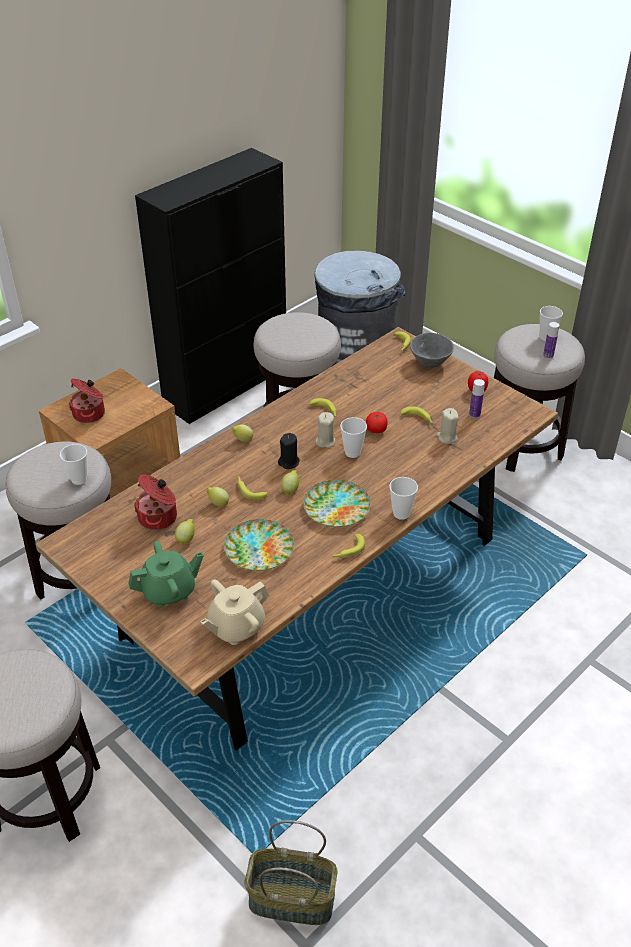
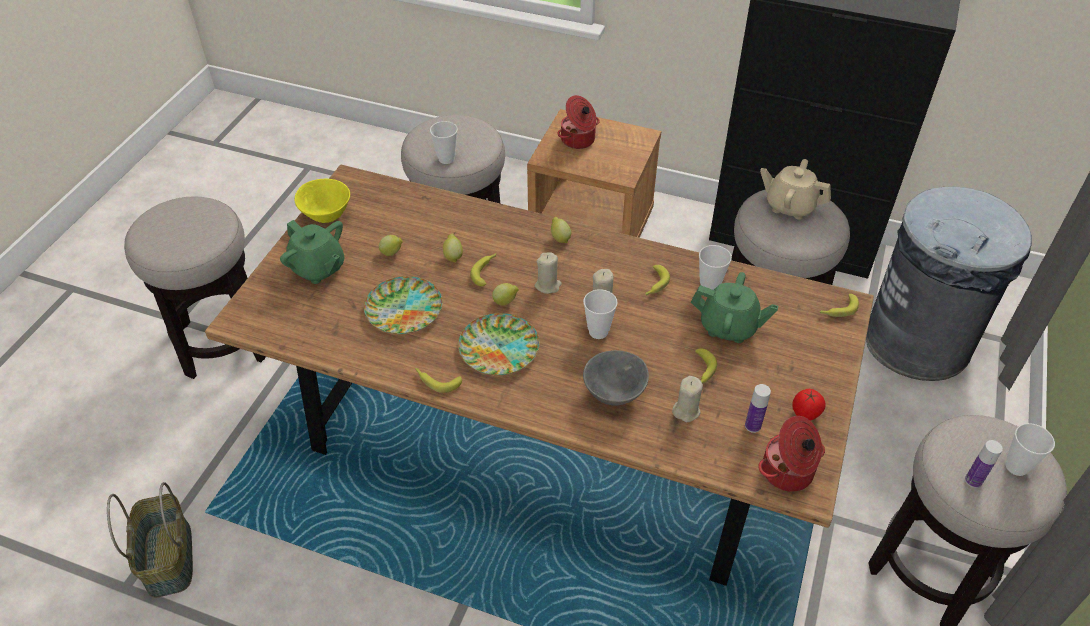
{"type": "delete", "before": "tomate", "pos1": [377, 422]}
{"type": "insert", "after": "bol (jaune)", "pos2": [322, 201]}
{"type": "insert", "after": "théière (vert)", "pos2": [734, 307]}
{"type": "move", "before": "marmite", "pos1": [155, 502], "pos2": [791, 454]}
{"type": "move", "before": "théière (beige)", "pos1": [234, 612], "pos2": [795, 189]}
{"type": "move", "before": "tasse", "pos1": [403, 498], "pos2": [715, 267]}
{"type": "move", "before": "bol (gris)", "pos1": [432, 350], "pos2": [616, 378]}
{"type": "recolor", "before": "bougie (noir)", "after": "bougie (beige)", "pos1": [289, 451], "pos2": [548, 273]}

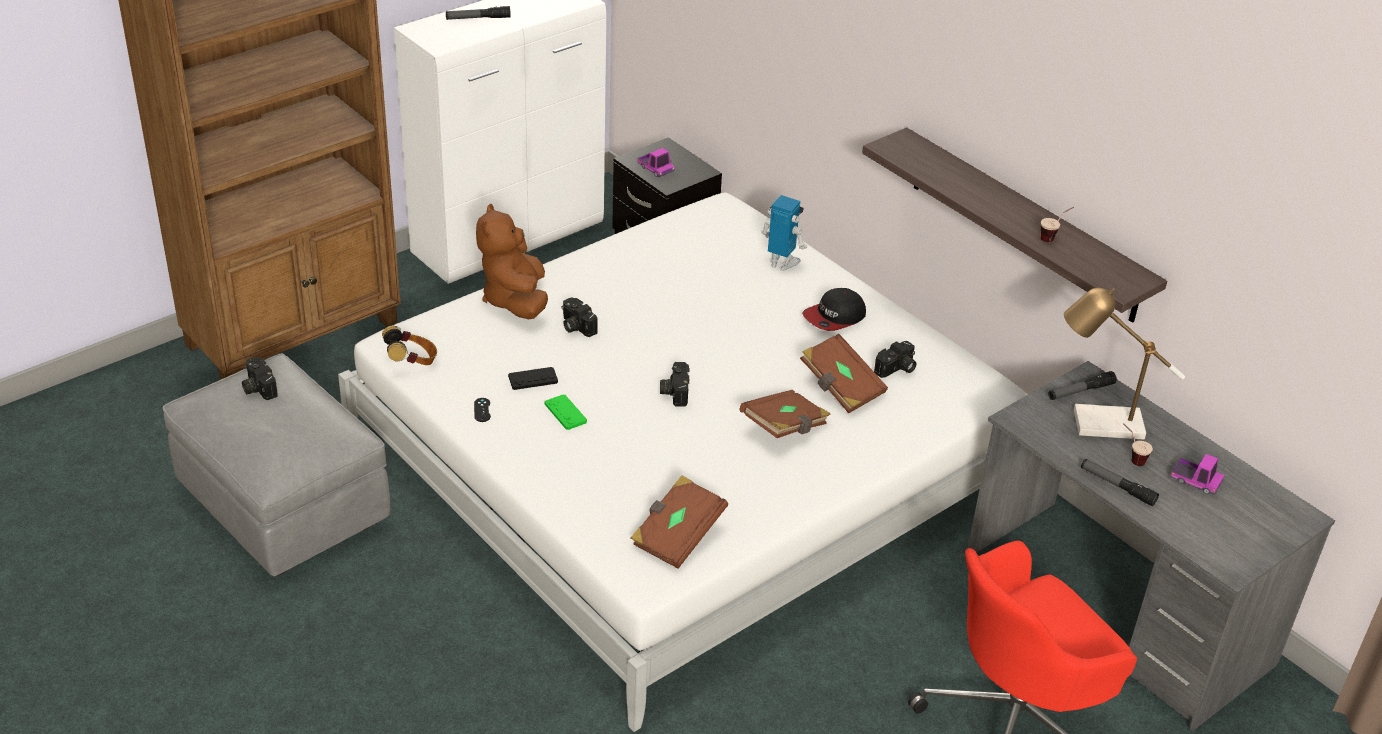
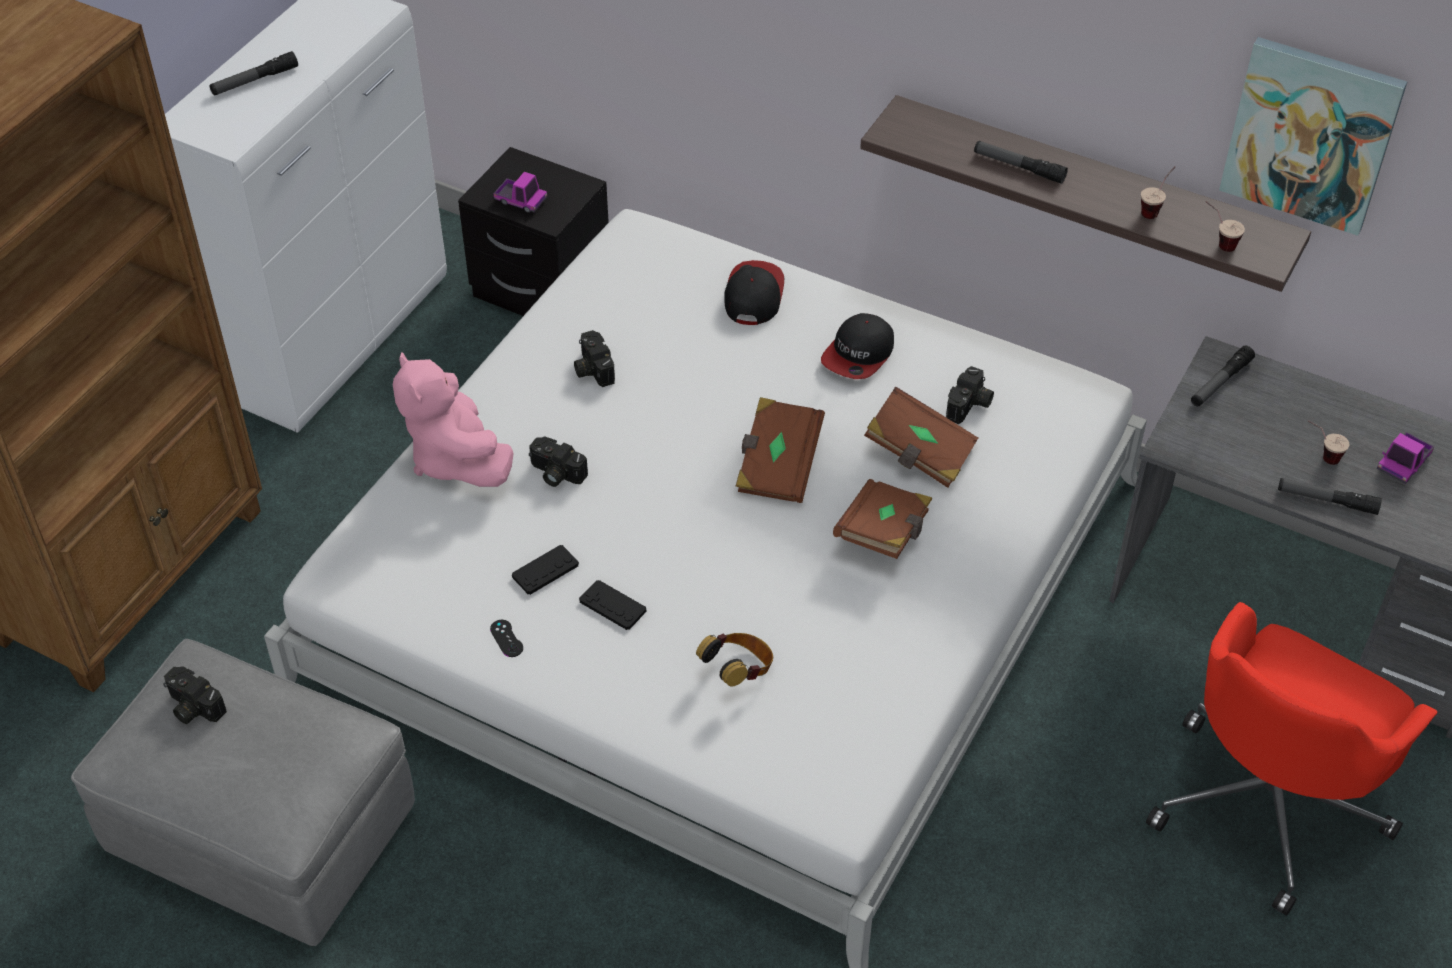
{"type": "delete", "before": "lampe de table", "pos1": [1124, 364]}
{"type": "insert", "after": "lampe de poche", "pos2": [1021, 162]}
{"type": "insert", "after": "tasse", "pos2": [1225, 226]}
{"type": "insert", "after": "tableau", "pos2": [1313, 136]}
{"type": "move", "before": "casque audio", "pos1": [409, 345], "pos2": [734, 659]}
{"type": "move", "before": "livre (marron)", "pos1": [679, 522], "pos2": [780, 450]}
{"type": "move", "before": "appareil photo", "pos1": [675, 384], "pos2": [594, 358]}
{"type": "replace", "before": "robot jouet", "after": "casquette", "pos1": [784, 233], "pos2": [754, 292]}
{"type": "recolor", "before": "peluche (marron)", "after": "peluche (rose)", "pos1": [512, 261], "pos2": [453, 419]}
{"type": "recolor", "before": "manette (vert)", "after": "manette (noir)", "pos1": [566, 412], "pos2": [612, 605]}
{"type": "rotate", "before": "camion jouet", "pos1": [1197, 474], "pos2": [1405, 458], "turn": 120}

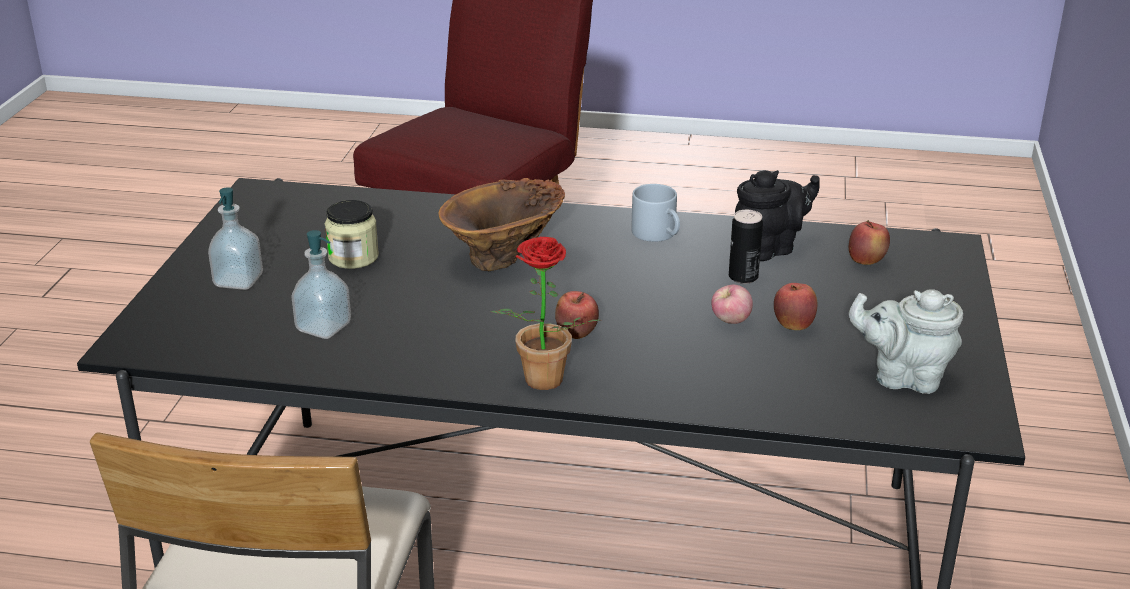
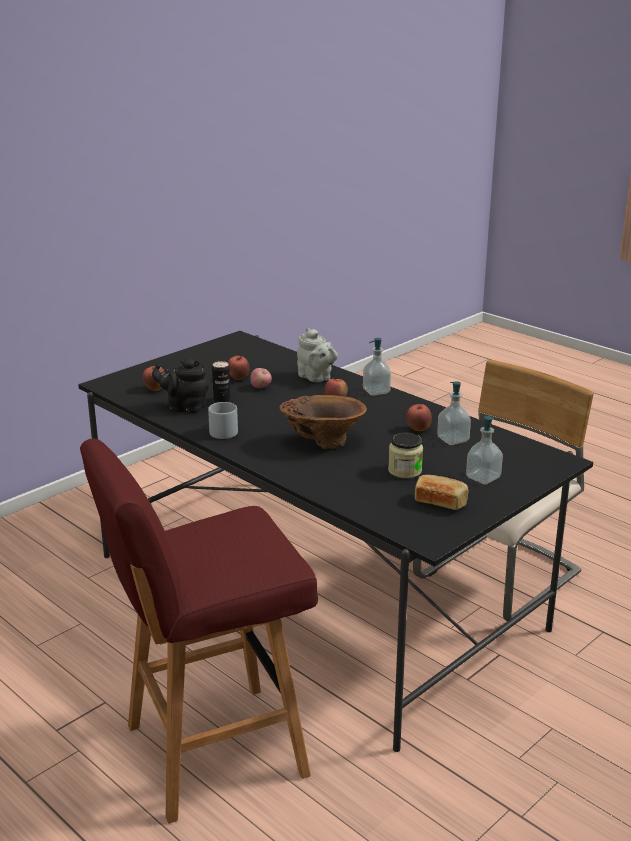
{"type": "insert", "after": "pomme", "pos2": [419, 417]}
{"type": "insert", "after": "pain", "pos2": [441, 492]}
{"type": "move", "before": "théière (gris)", "pos1": [906, 341], "pos2": [317, 355]}
{"type": "replace", "before": "plante en pot", "after": "distributeur de savon", "pos1": [545, 313], "pos2": [377, 367]}

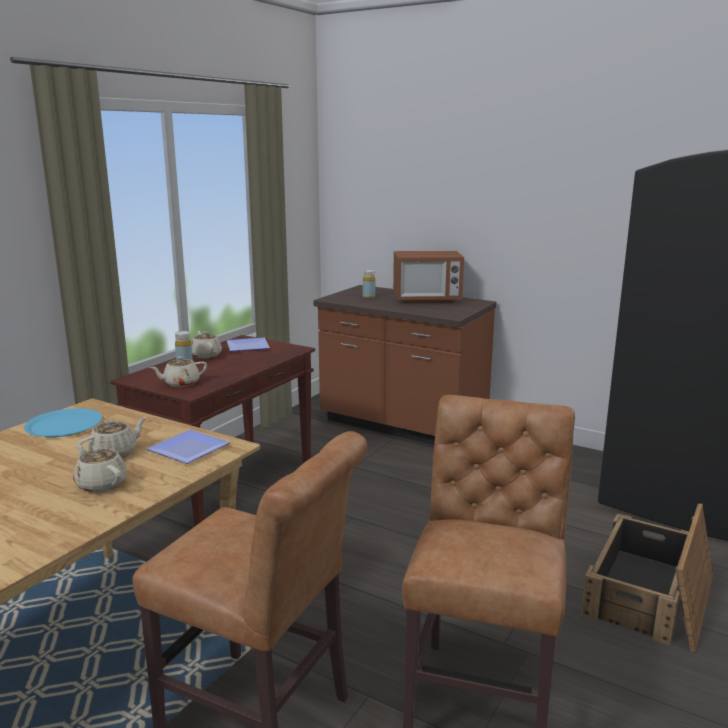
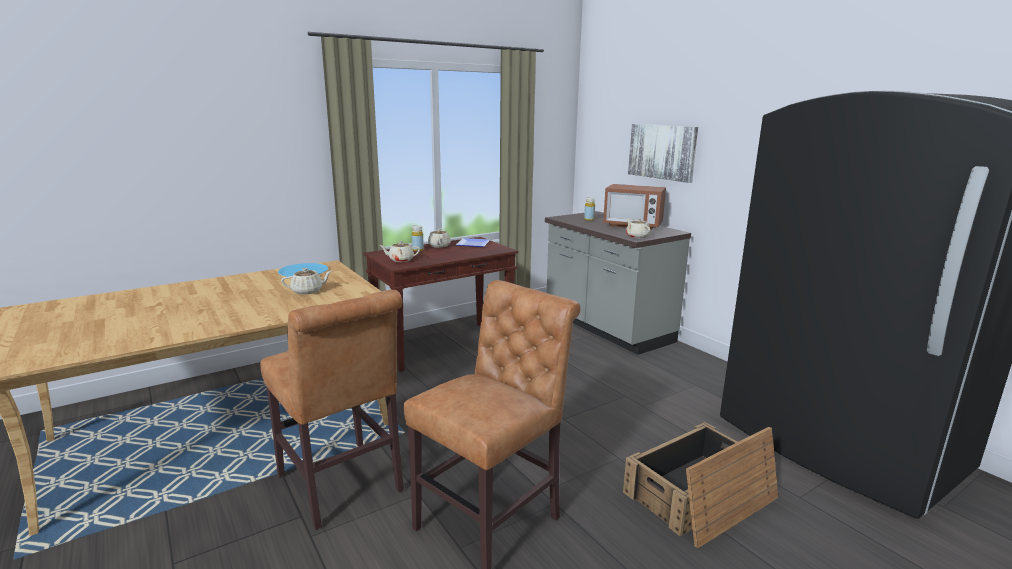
{"type": "delete", "before": "assiette", "pos1": [188, 447]}
{"type": "insert", "after": "tableau", "pos2": [663, 153]}
{"type": "move", "before": "théière (beige)", "pos1": [100, 468], "pos2": [638, 228]}
{"type": "recolor", "before": "comptoir de cuisine (marron)", "after": "comptoir de cuisine (gris)", "pos1": [405, 365], "pos2": [618, 283]}

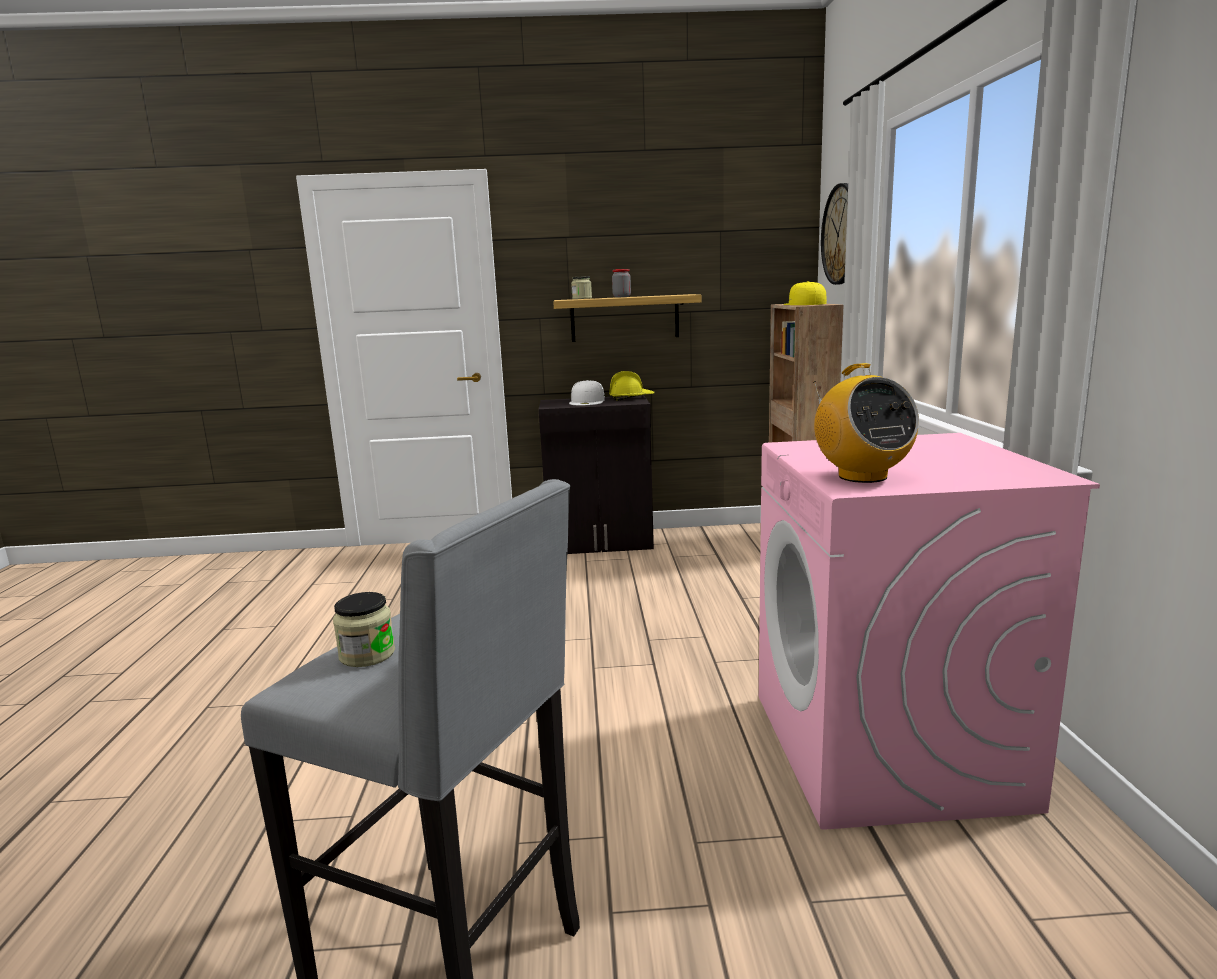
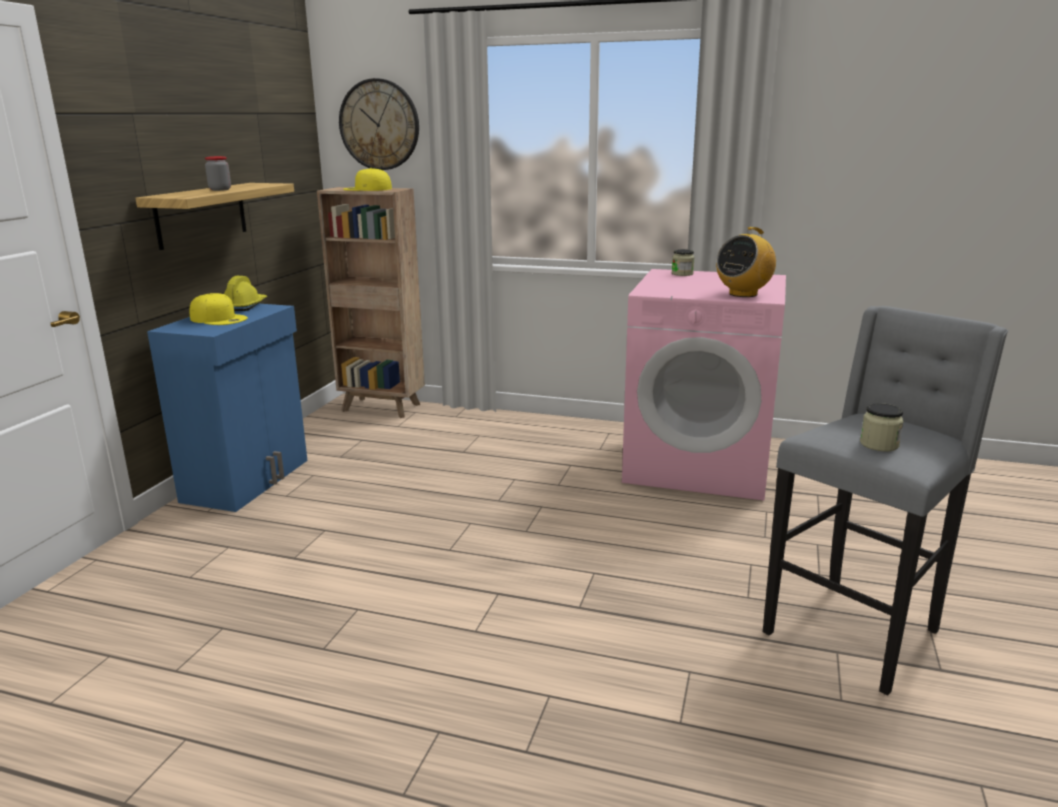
{"type": "move", "before": "bocal", "pos1": [581, 287], "pos2": [683, 262]}
{"type": "recolor", "before": "meuble de rangement (noir)", "after": "meuble de rangement (bleu)", "pos1": [596, 474], "pos2": [227, 407]}
{"type": "recolor", "before": "casquette (blanc)", "after": "casquette (jaune)", "pos1": [587, 392], "pos2": [219, 309]}
{"type": "rotate", "before": "radio", "pos1": [866, 423], "pos2": [746, 262], "turn": 135}

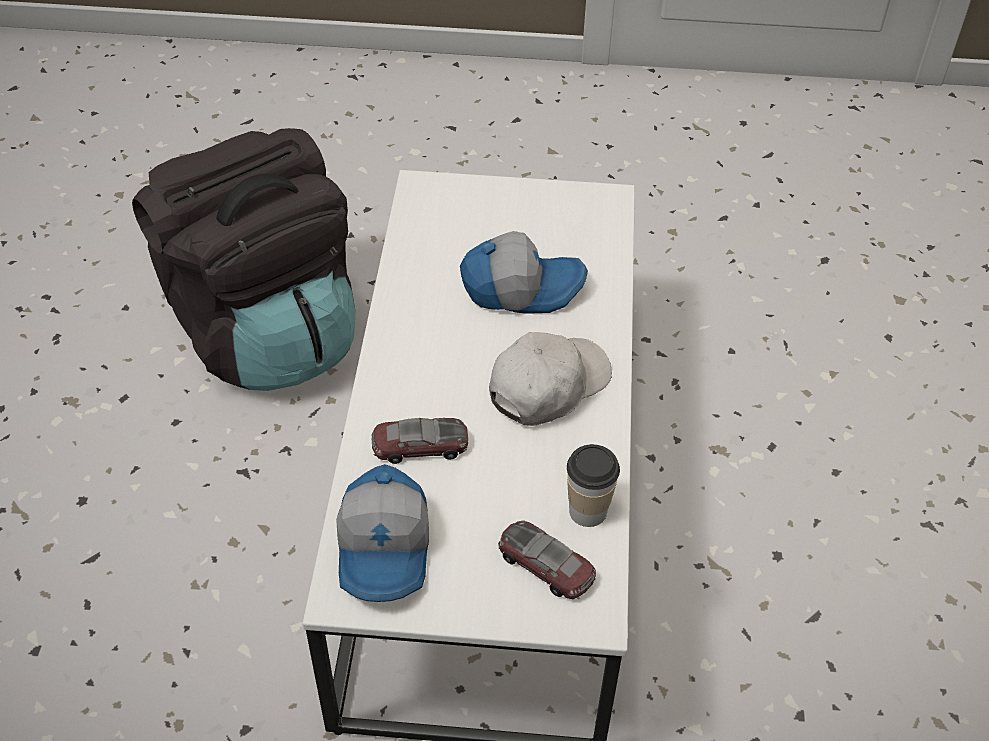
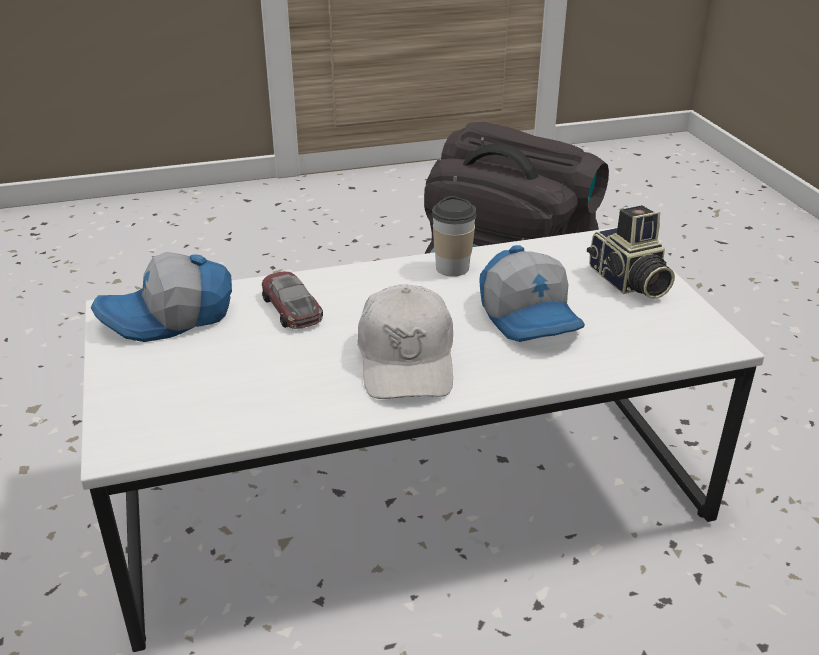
{"type": "delete", "before": "petite voiture", "pos1": [547, 559]}
{"type": "insert", "after": "appareil photo", "pos2": [631, 252]}
{"type": "move", "before": "tasse", "pos1": [593, 485], "pos2": [454, 236]}
{"type": "rotate", "before": "casquette (blanc)", "pos1": [550, 379], "pos2": [405, 341], "turn": 60}

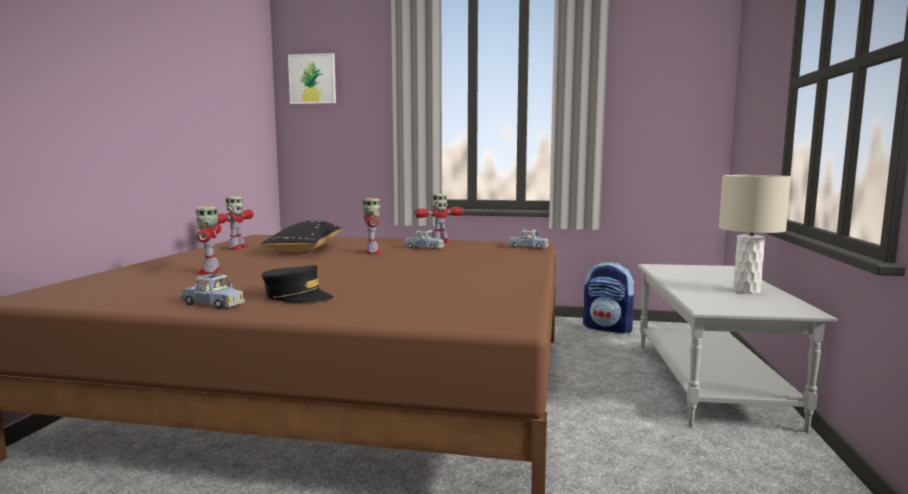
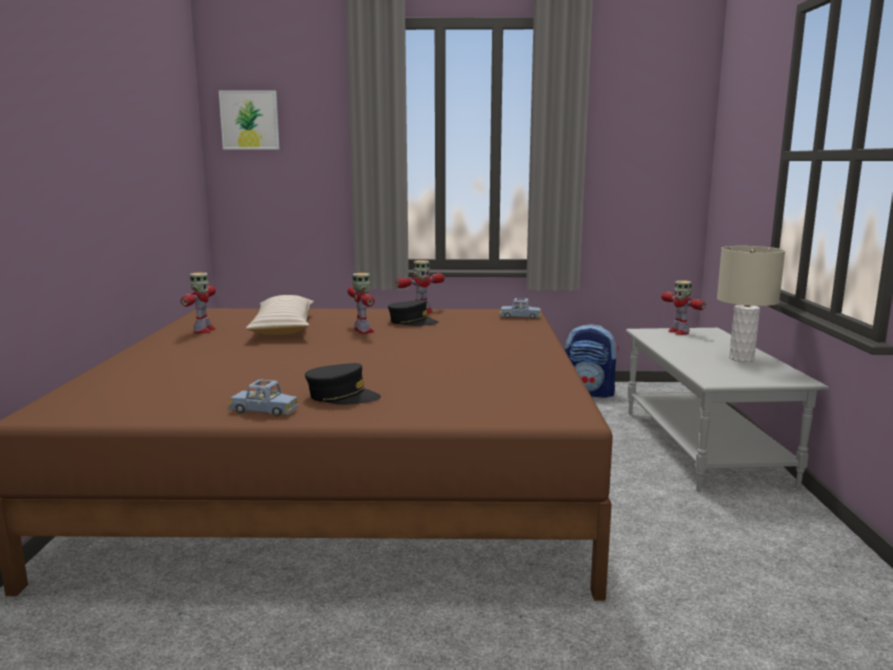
{"type": "move", "before": "robot jouet", "pos1": [208, 240], "pos2": [683, 307]}
{"type": "replace", "before": "petite voiture (bleu)", "after": "casquette (noir)", "pos1": [423, 240], "pos2": [413, 313]}
{"type": "recolor", "before": "coussin (noir)", "after": "coussin (beige)", "pos1": [302, 236], "pos2": [280, 315]}

